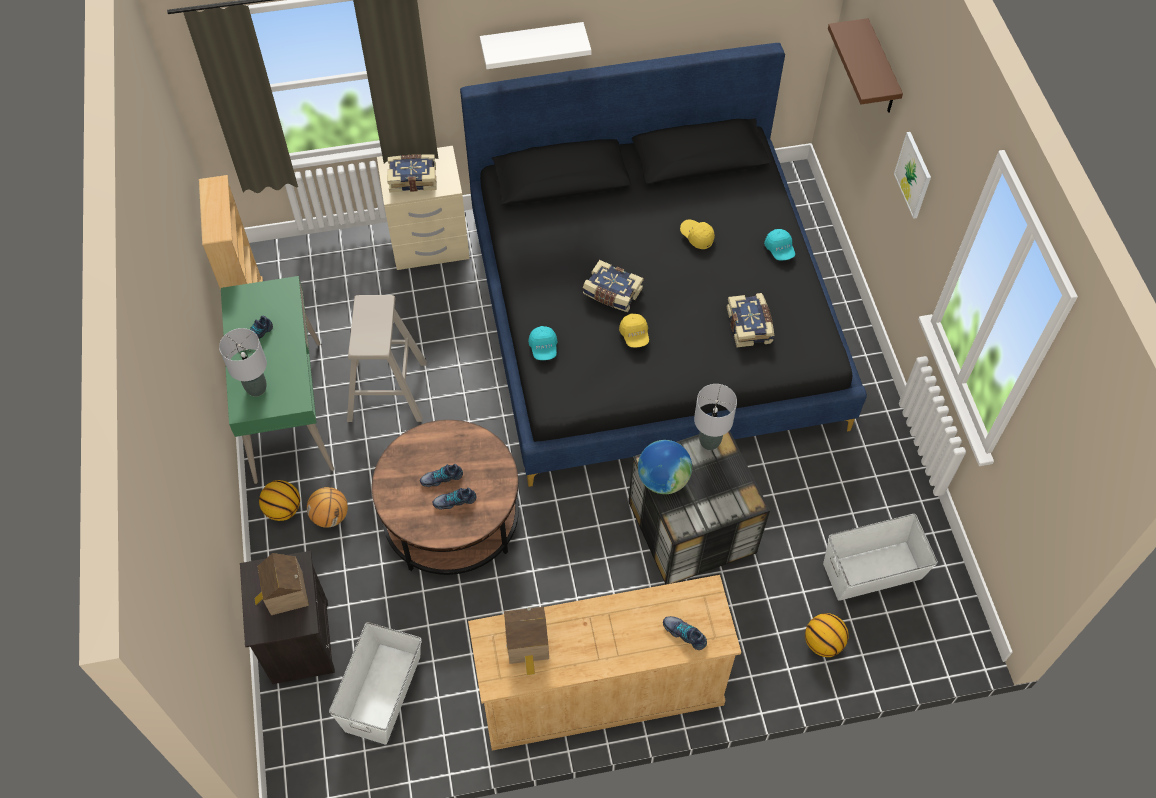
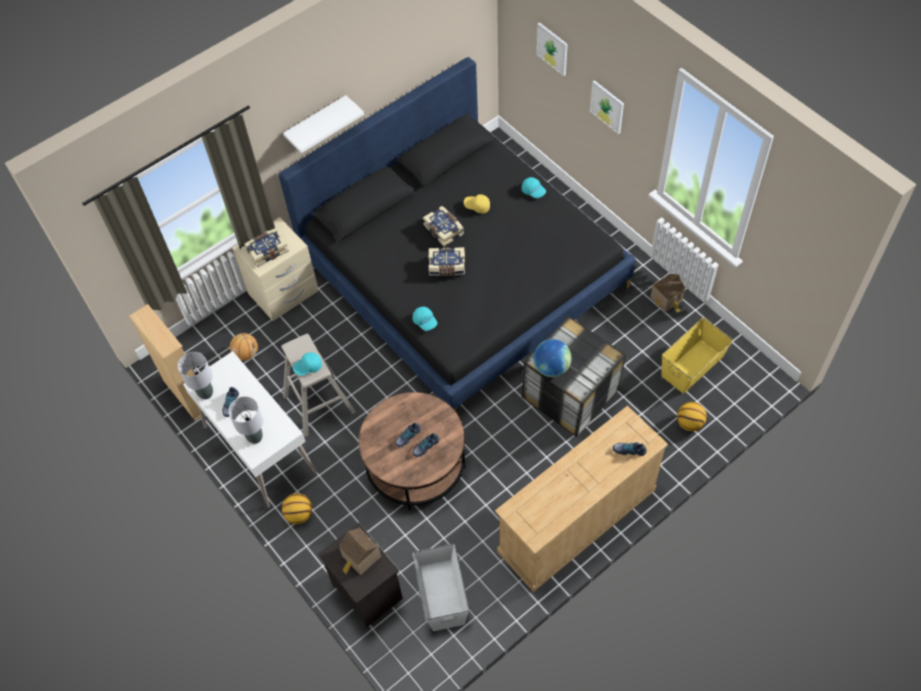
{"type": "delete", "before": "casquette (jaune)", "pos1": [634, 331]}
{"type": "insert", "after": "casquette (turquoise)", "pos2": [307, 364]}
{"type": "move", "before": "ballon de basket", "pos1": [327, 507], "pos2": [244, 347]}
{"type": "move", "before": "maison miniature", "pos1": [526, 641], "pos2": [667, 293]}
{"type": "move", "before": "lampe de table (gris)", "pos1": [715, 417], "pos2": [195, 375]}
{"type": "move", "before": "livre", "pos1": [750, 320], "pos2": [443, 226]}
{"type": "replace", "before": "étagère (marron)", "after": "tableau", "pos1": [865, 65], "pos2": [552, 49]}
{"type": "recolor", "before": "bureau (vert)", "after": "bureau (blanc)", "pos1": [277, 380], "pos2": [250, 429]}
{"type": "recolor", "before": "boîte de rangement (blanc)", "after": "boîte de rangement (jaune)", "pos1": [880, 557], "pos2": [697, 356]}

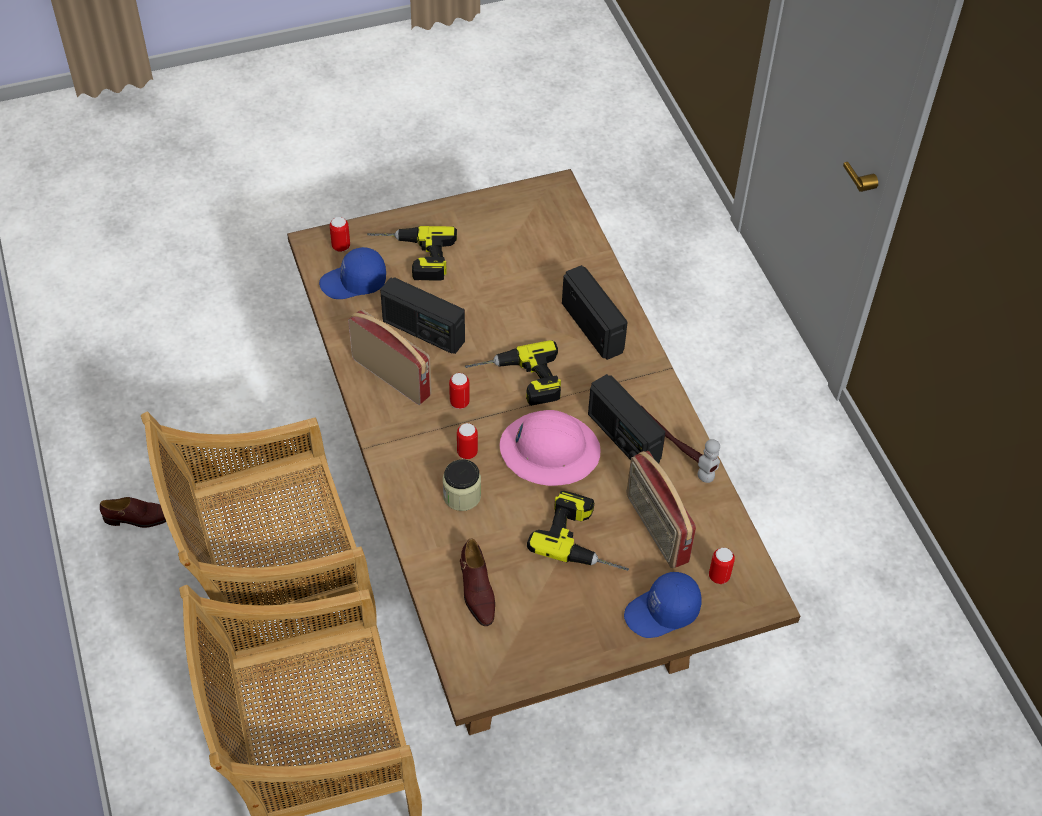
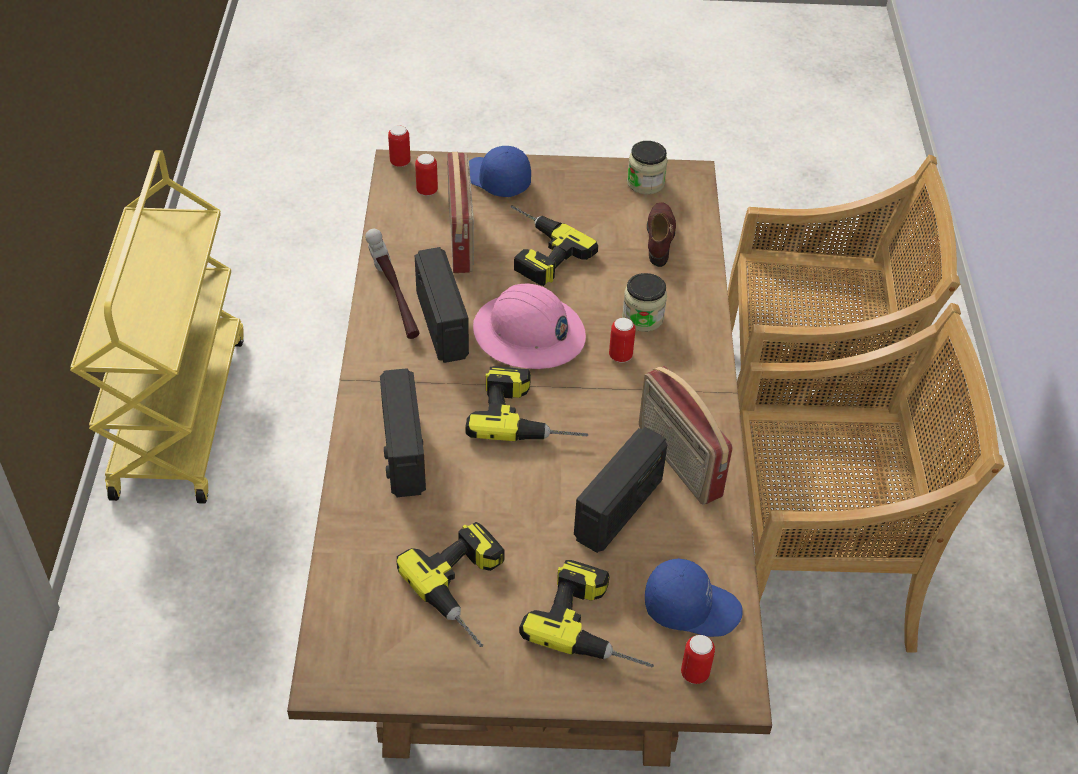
{"type": "delete", "before": "chaussure (marron)", "pos1": [133, 512]}
{"type": "insert", "after": "chariot (jaune)", "pos2": [157, 327]}
{"type": "insert", "after": "perceuse", "pos2": [451, 584]}
{"type": "insert", "after": "bocal", "pos2": [647, 167]}
{"type": "move", "before": "boîte métallique", "pos1": [459, 391], "pos2": [399, 146]}
{"type": "rotate", "before": "radio", "pos1": [422, 315], "pos2": [620, 490], "turn": 75}
{"type": "rotate", "before": "casquette (bleu)", "pos1": [662, 605], "pos2": [500, 171], "turn": -135}

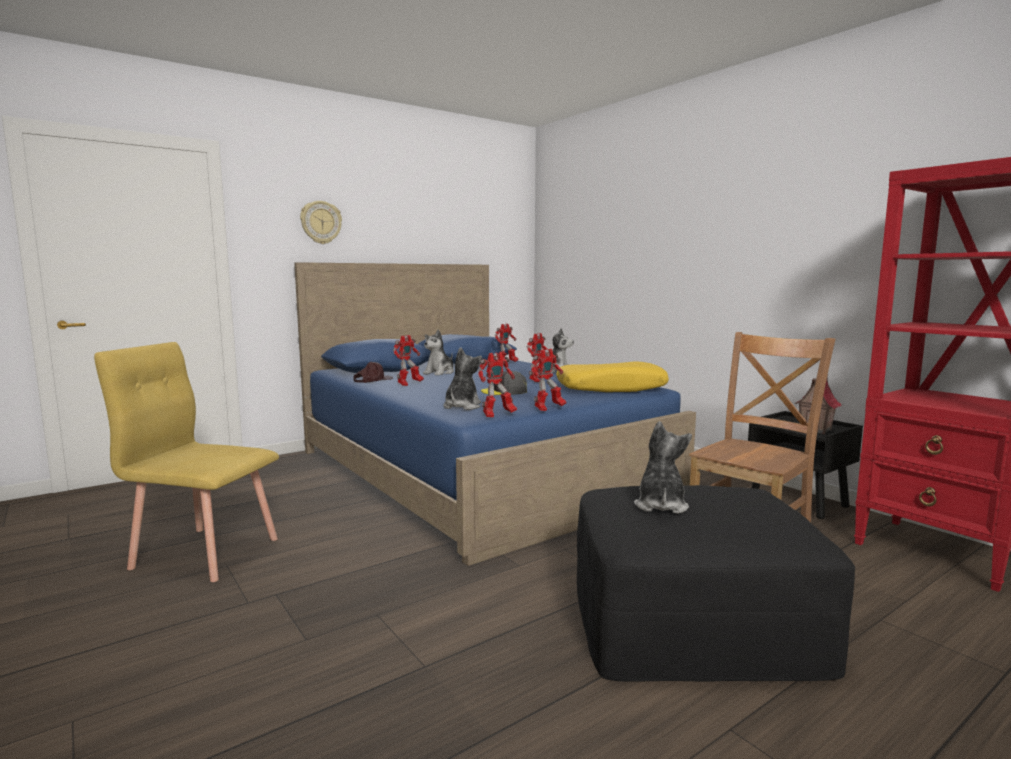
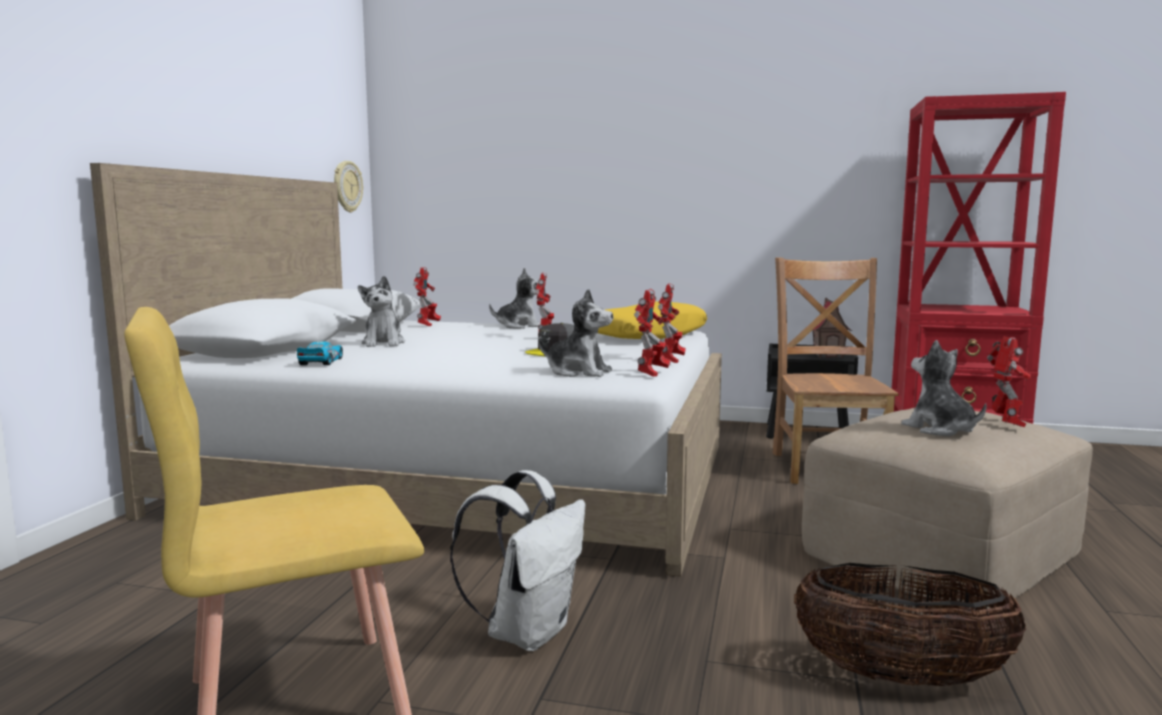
{"type": "insert", "after": "sac à dos (blanc)", "pos2": [518, 560]}
{"type": "insert", "after": "panier", "pos2": [910, 624]}
{"type": "move", "before": "horloge murale", "pos1": [321, 222], "pos2": [348, 187]}
{"type": "move", "before": "robot jouet", "pos1": [408, 360], "pos2": [1009, 381]}
{"type": "replace", "before": "casquette (marron)", "after": "petite voiture", "pos1": [373, 372], "pos2": [320, 353]}
{"type": "recolor", "before": "lit (bleu)", "after": "lit (blanc)", "pos1": [495, 414], "pos2": [406, 370]}
{"type": "recolor", "before": "pouf (noir)", "after": "pouf (beige)", "pos1": [716, 583], "pos2": [947, 511]}
{"type": "rotate", "before": "peluche", "pos1": [462, 378], "pos2": [575, 333], "turn": 135}

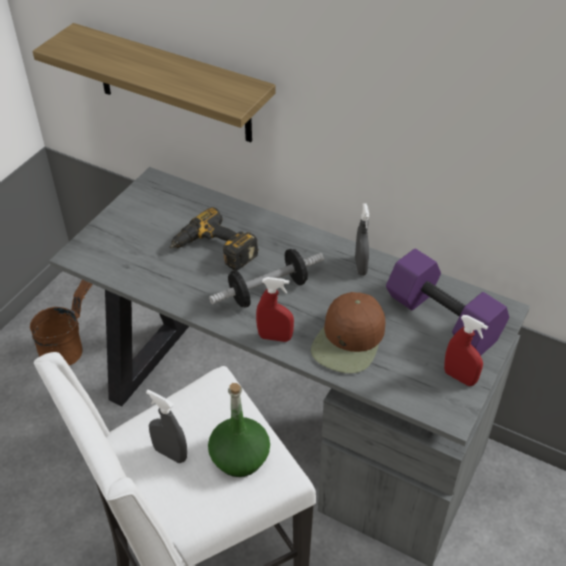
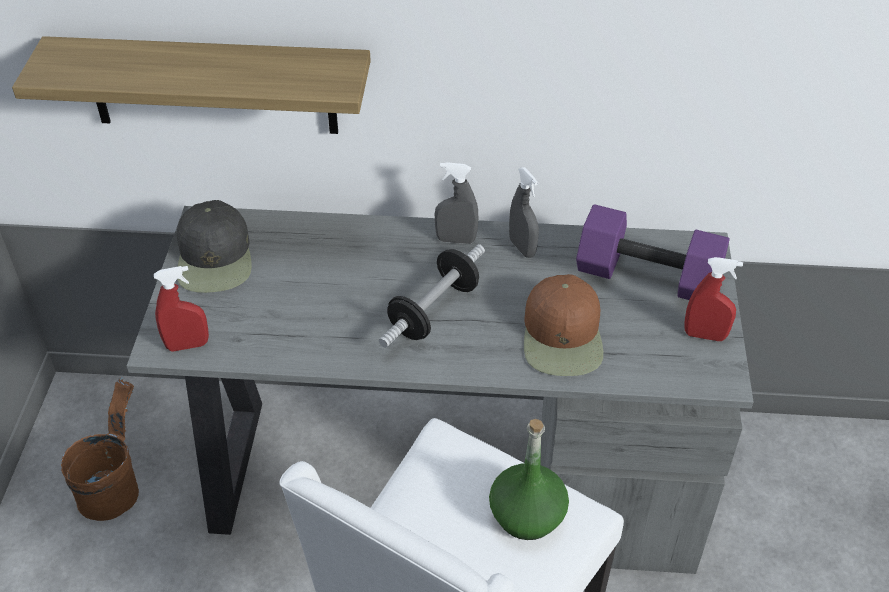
{"type": "delete", "before": "perceuse", "pos1": [214, 238]}
{"type": "insert", "after": "casquette (noir)", "pos2": [214, 246]}
{"type": "move", "before": "vaporisateur (gris)", "pos1": [166, 426], "pos2": [456, 203]}
{"type": "move", "before": "vaporisateur (rouge)", "pos1": [275, 309], "pos2": [181, 309]}

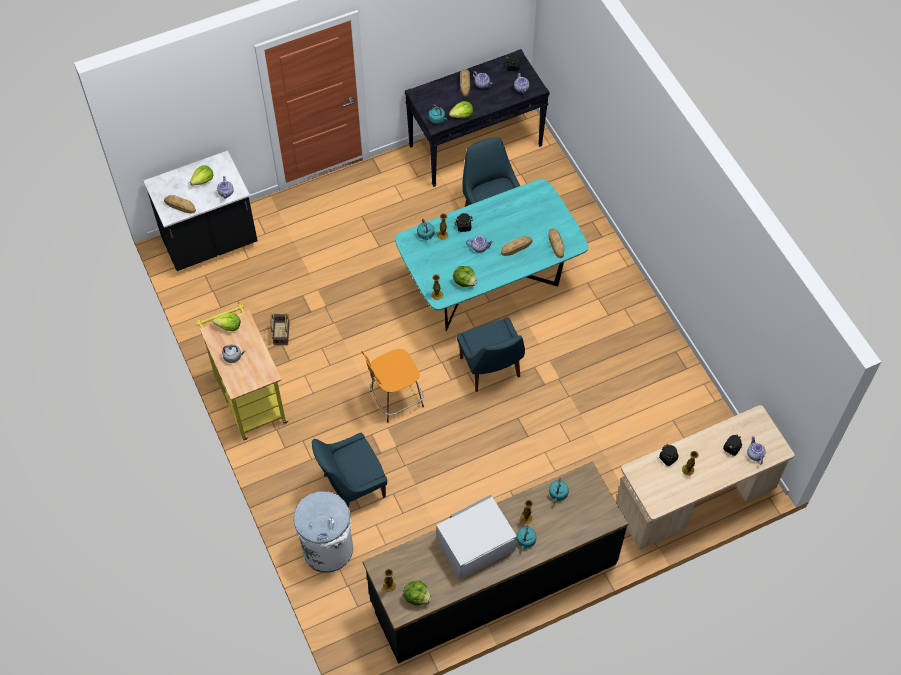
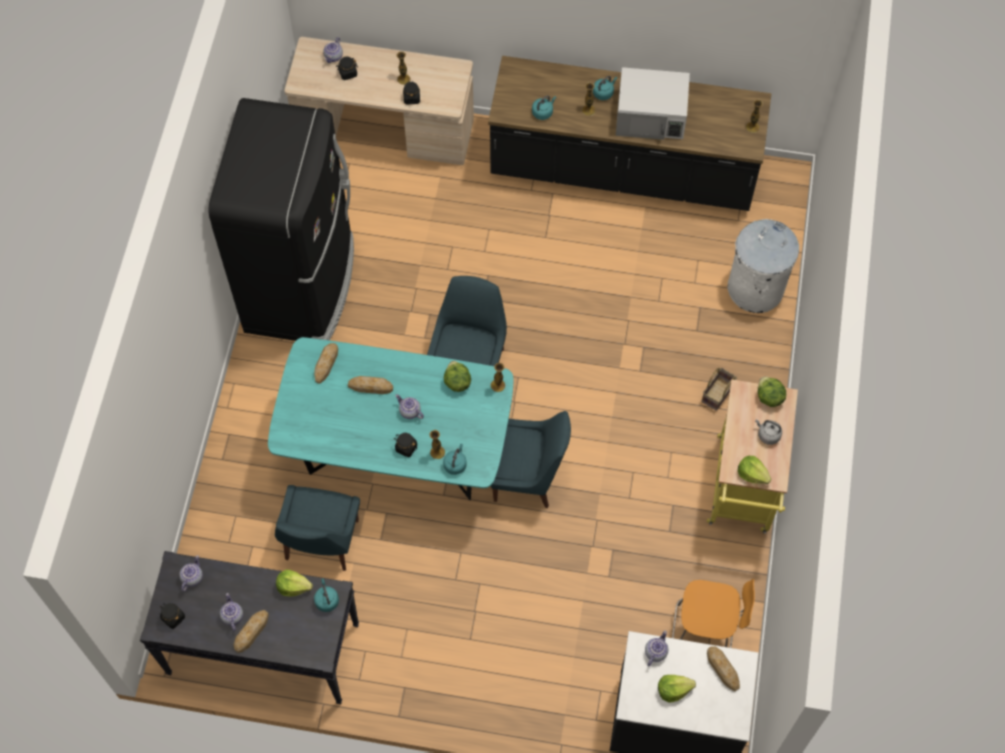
{"type": "insert", "after": "réfrigérateur (noir)", "pos2": [281, 219]}
{"type": "move", "before": "panier", "pos1": [280, 329], "pos2": [719, 389]}
{"type": "move", "before": "chaise (bleu)", "pos1": [349, 470], "pos2": [531, 459]}
{"type": "move", "before": "tabouret (orange)", "pos1": [392, 386], "pos2": [713, 613]}
{"type": "move", "before": "laitue", "pos1": [417, 593], "pos2": [772, 391]}

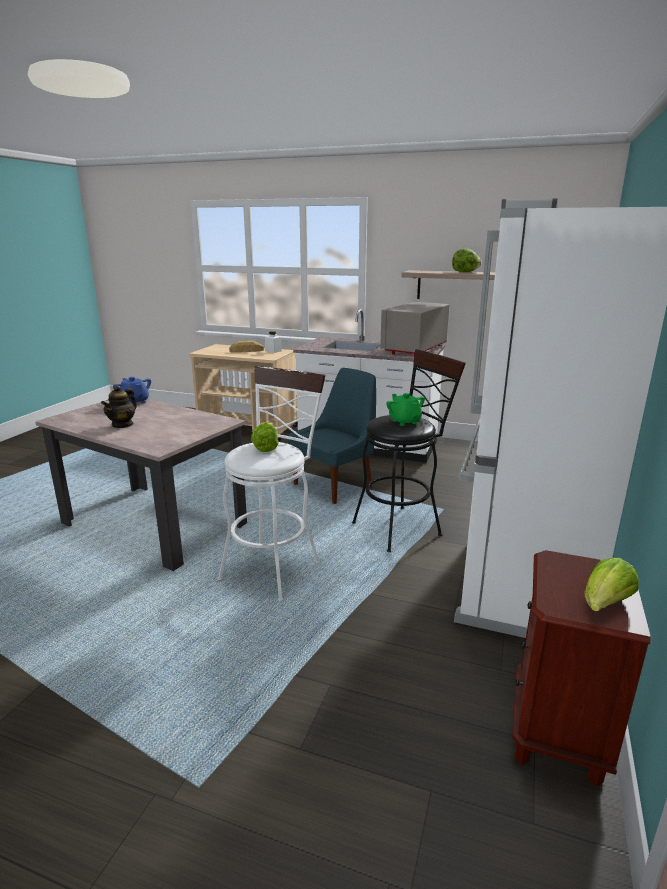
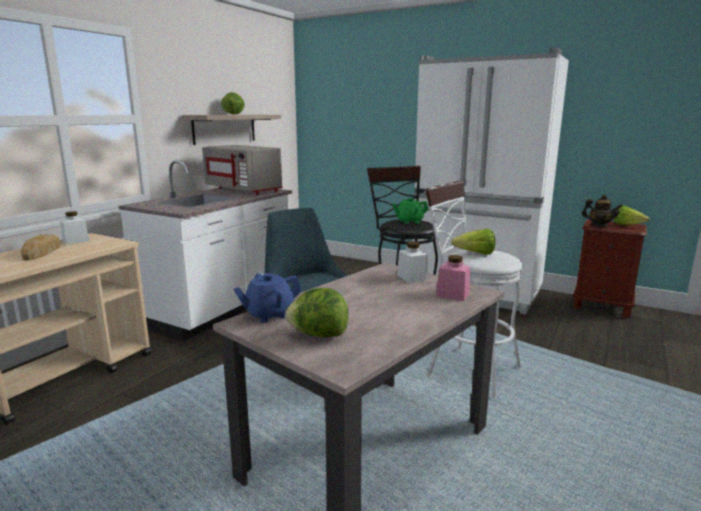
{"type": "insert", "after": "laitue", "pos2": [316, 312]}
{"type": "insert", "after": "bocal (blanc)", "pos2": [412, 262]}
{"type": "insert", "after": "bocal (rose)", "pos2": [453, 278]}
{"type": "move", "before": "théière", "pos1": [119, 406], "pos2": [602, 211]}

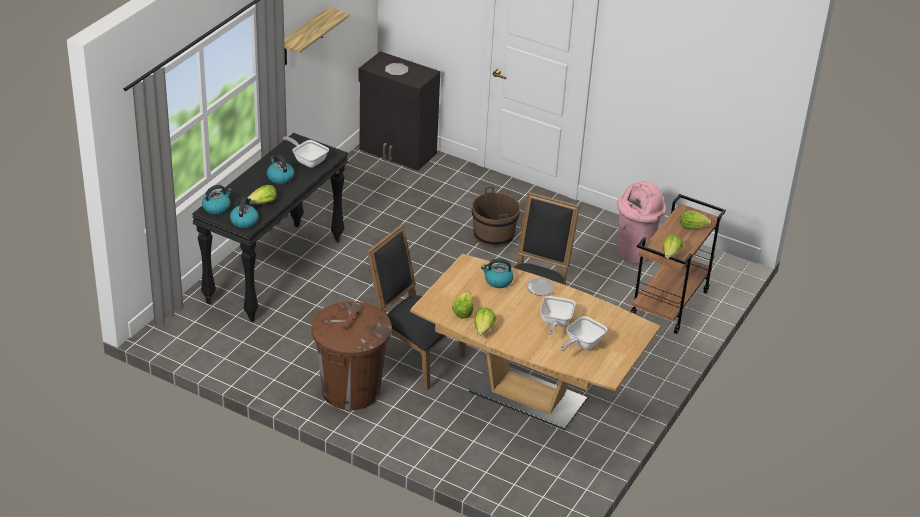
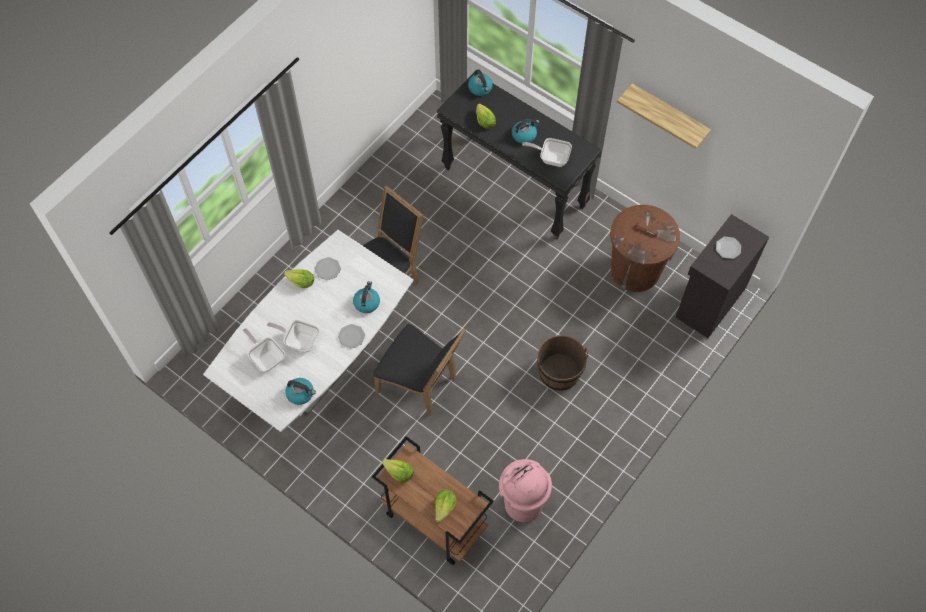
{"type": "move", "before": "bouilloire", "pos1": [244, 212], "pos2": [300, 391]}
{"type": "move", "before": "poubelle (marron)", "pos1": [351, 355], "pos2": [645, 248]}
{"type": "replace", "before": "laitue", "after": "assiette", "pos1": [462, 305], "pos2": [327, 268]}
{"type": "recolor", "before": "table à manger (marron)", "after": "table à manger (blanc)", "pos1": [535, 342], "pos2": [308, 331]}
{"type": "rotate", "before": "poêle", "pos1": [306, 152], "pos2": [547, 152], "turn": -120}

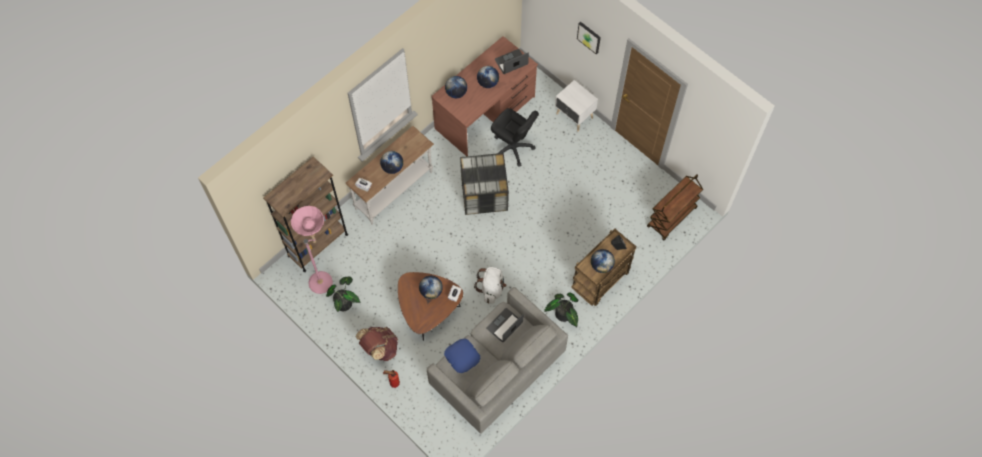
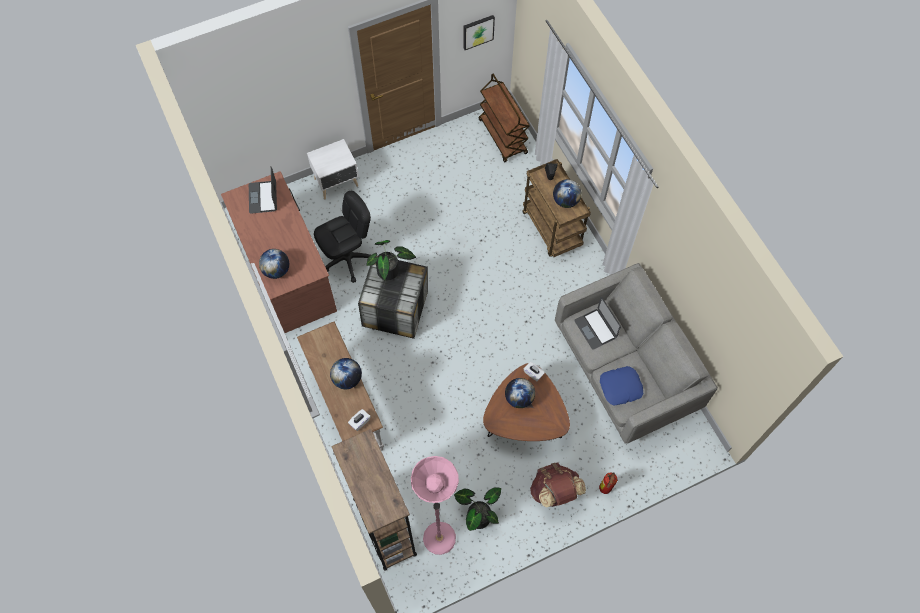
{"type": "delete", "before": "sac à dos (blanc)", "pos1": [490, 285]}
{"type": "delete", "before": "globe", "pos1": [488, 77]}
{"type": "move", "before": "plante en pot", "pos1": [561, 310], "pos2": [391, 260]}
{"type": "move", "before": "tableau", "pos1": [589, 38], "pos2": [479, 32]}

